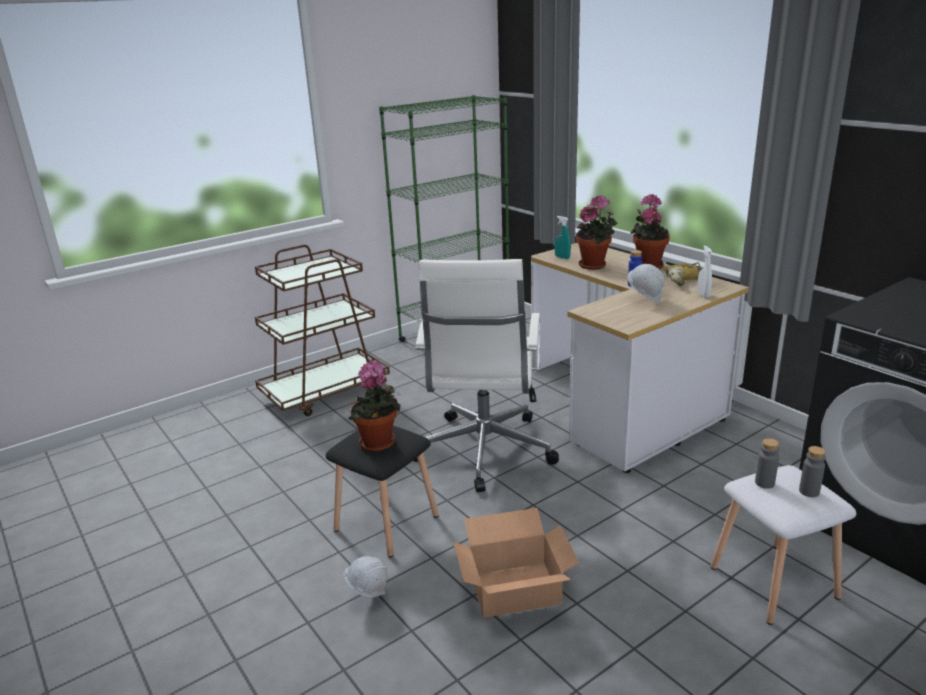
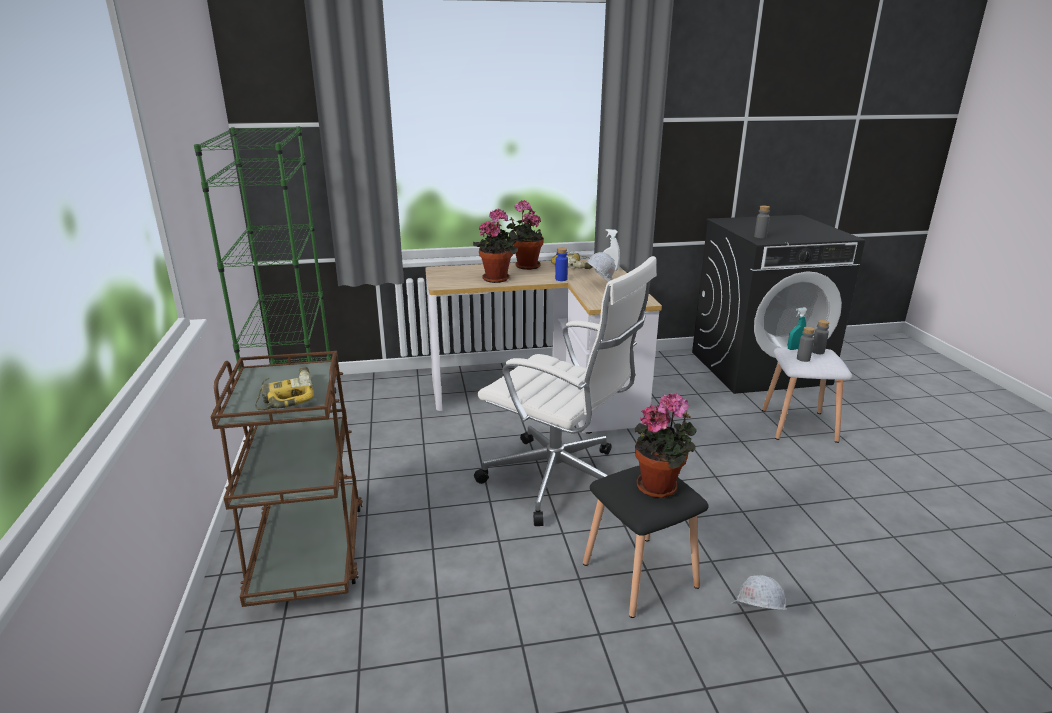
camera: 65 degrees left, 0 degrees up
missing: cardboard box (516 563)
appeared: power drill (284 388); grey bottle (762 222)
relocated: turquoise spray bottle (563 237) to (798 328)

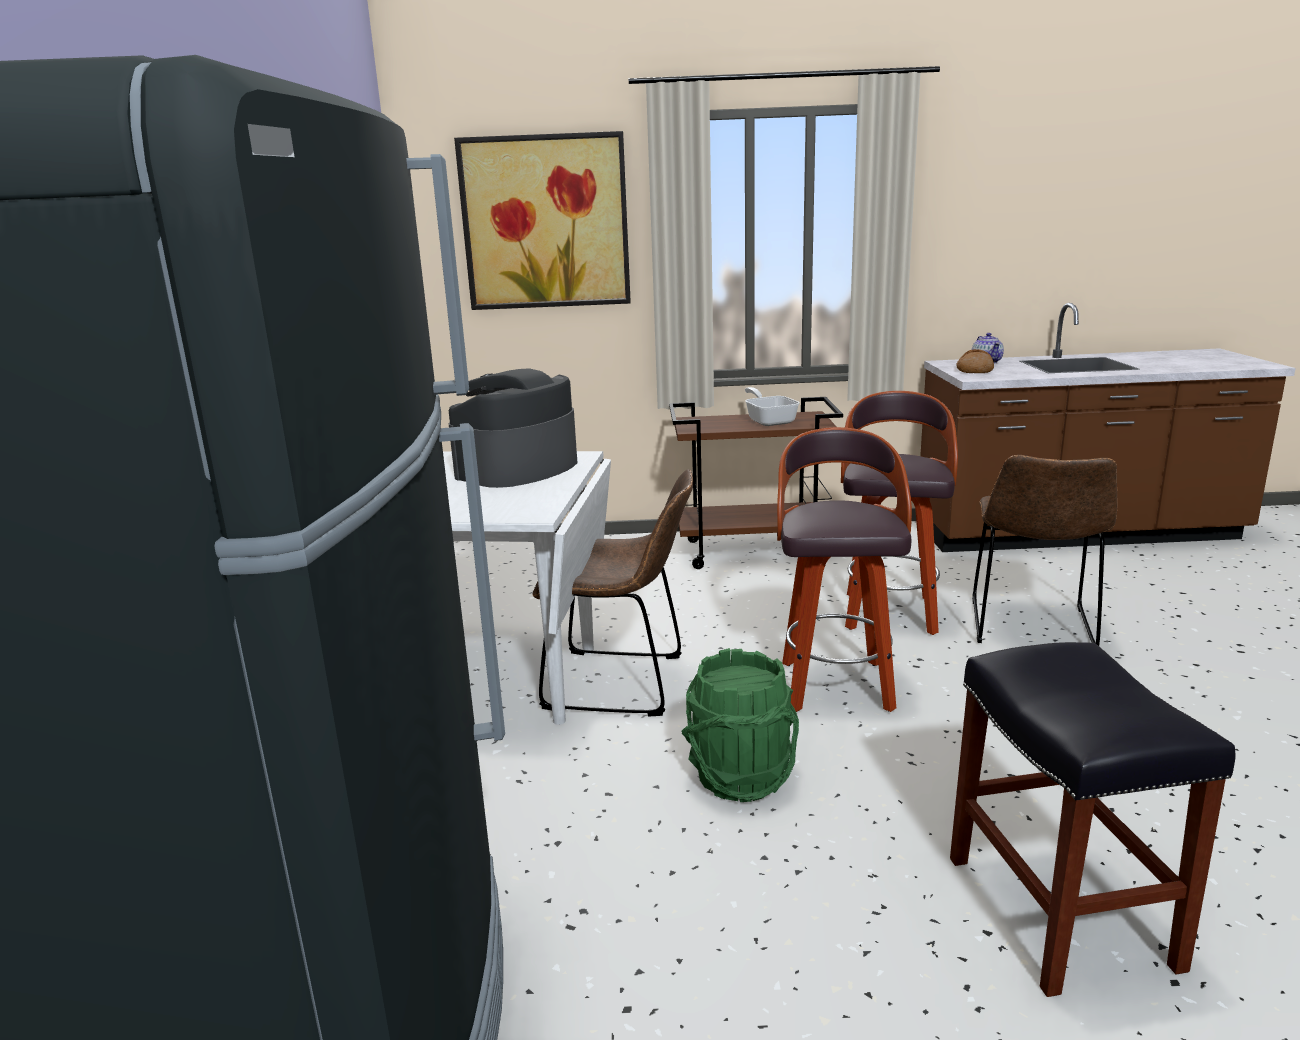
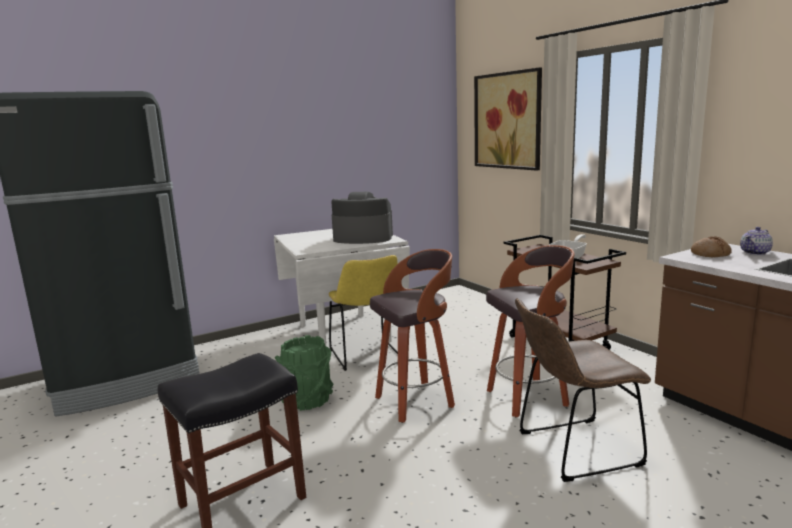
camera: 60 degrees right, 5 degrees down
colour: brown chair (613 592) to yellow chair (363 313)

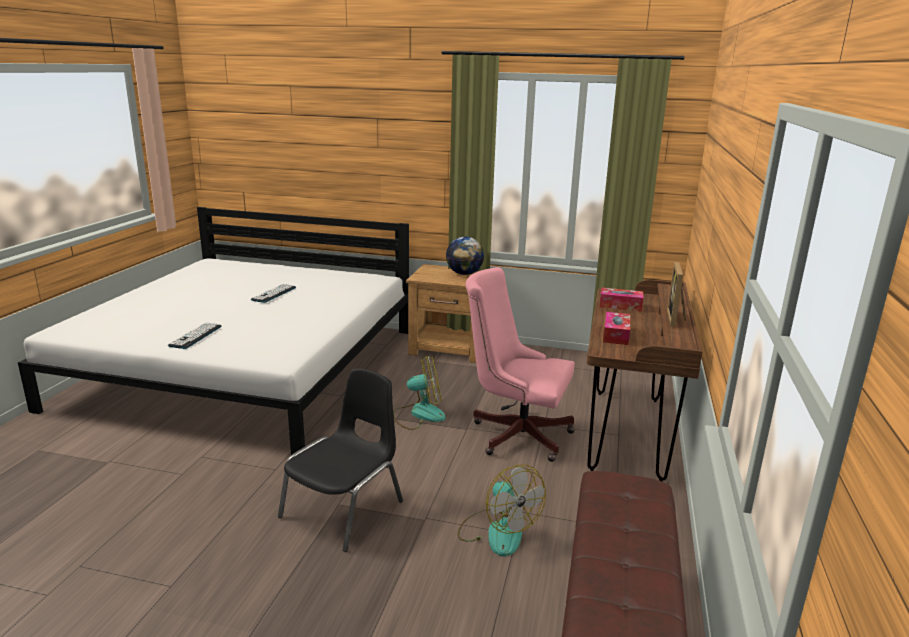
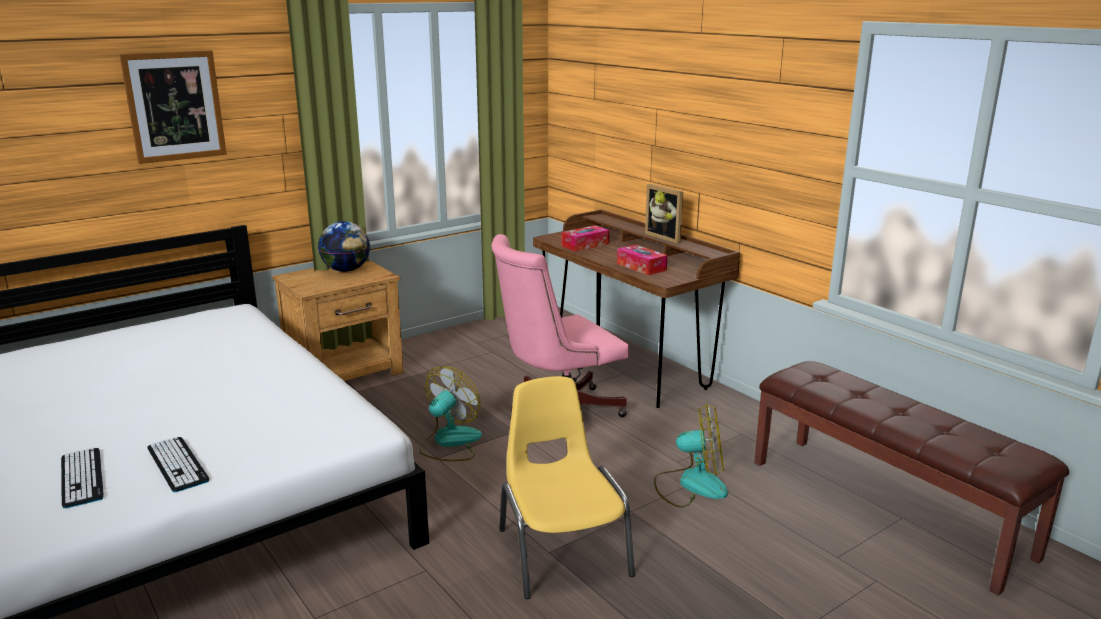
camera: 50 degrees left, 0 degrees up
appeared: picture (173 107)
relocated: keyboard (273 293) to (82 478)
colour: black chair (340 460) to yellow chair (567 487)

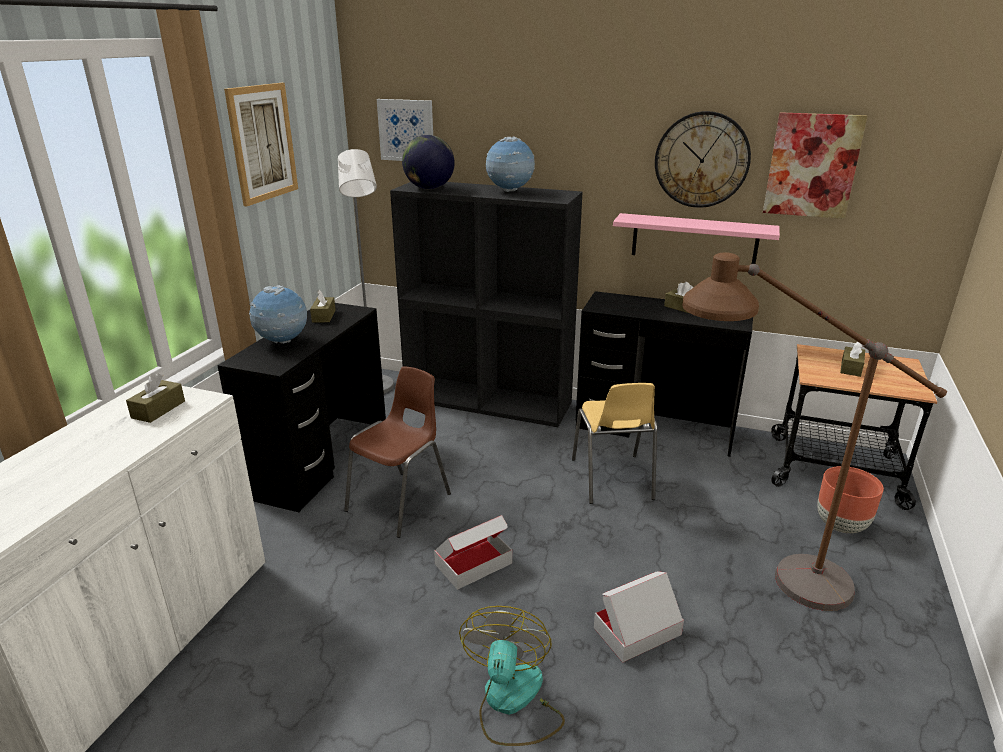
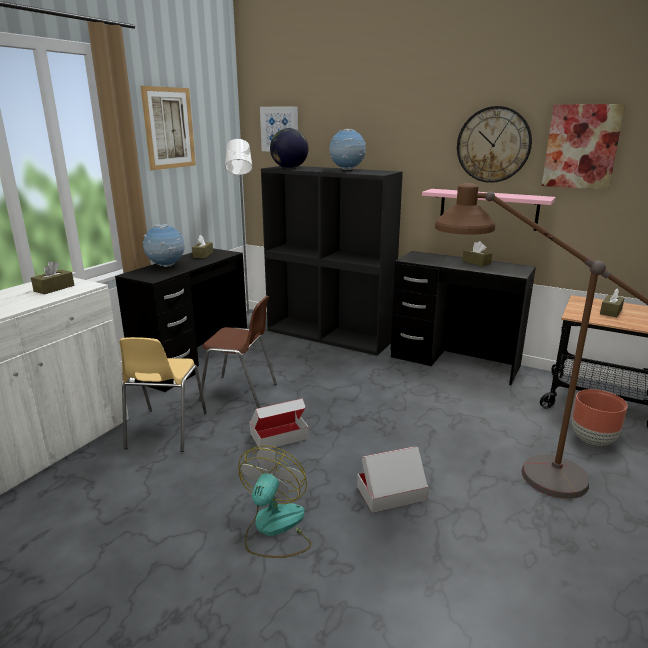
camera: 10 degrees right, 5 degrees down
relocated: yellow chair (614 443) to (163 394)
spun: brown chair (397 452) = (238 352) 60 degrees clockwise

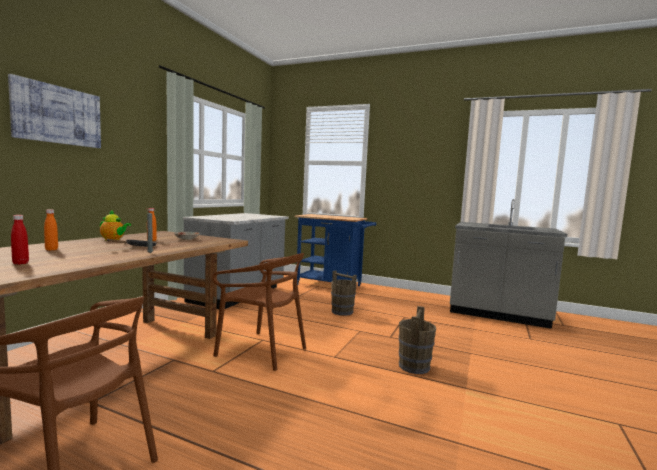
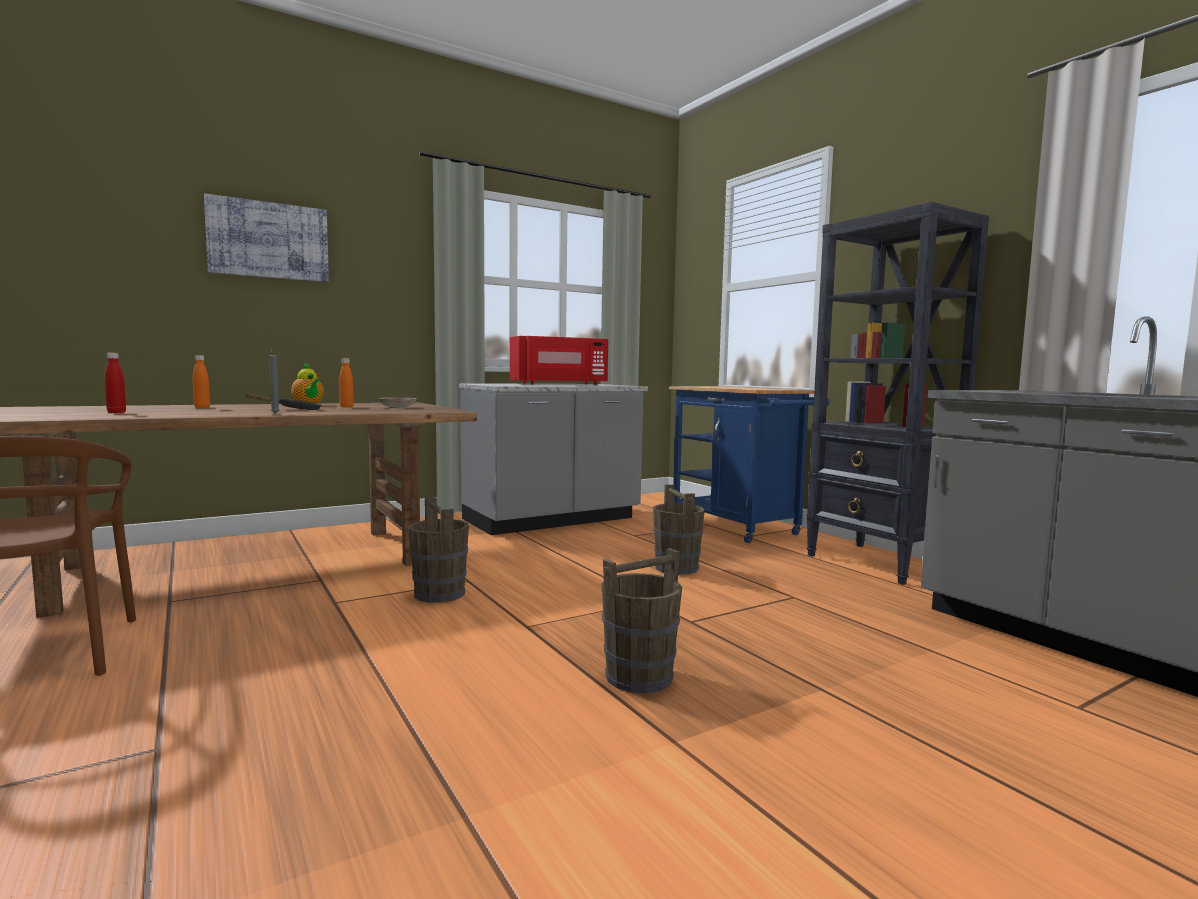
camera: 35 degrees right, 0 degrees up
appeared: red microwave (559 360); black bookcase (897 393)
exchanged: brown chair (259 312) to brown bucket (439 550)

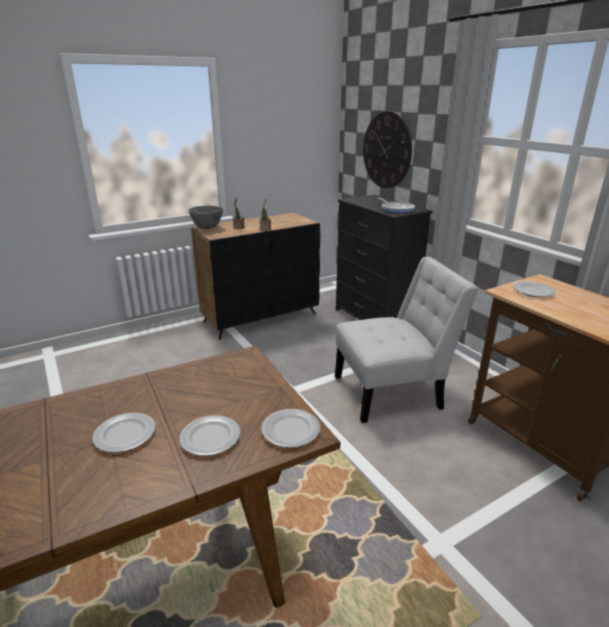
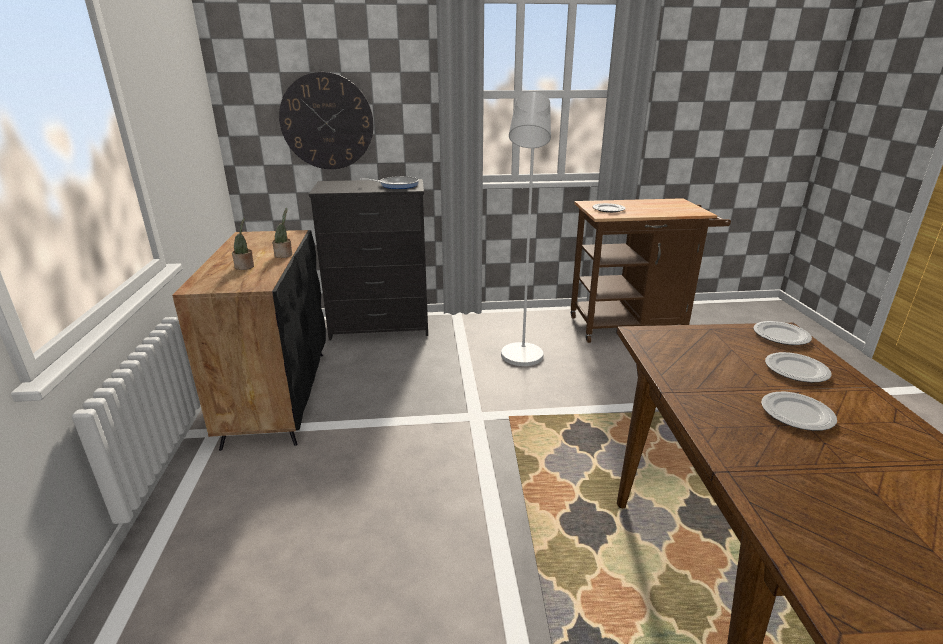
camera: 65 degrees left, 0 degrees up
missing: grey bowl (205 217)
exchanged: white chair (407 340) to white floor lamp (526 229)

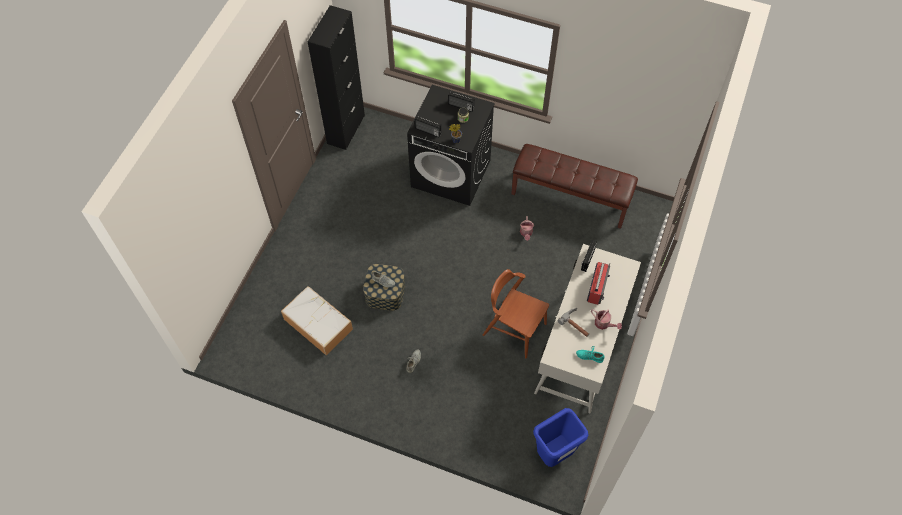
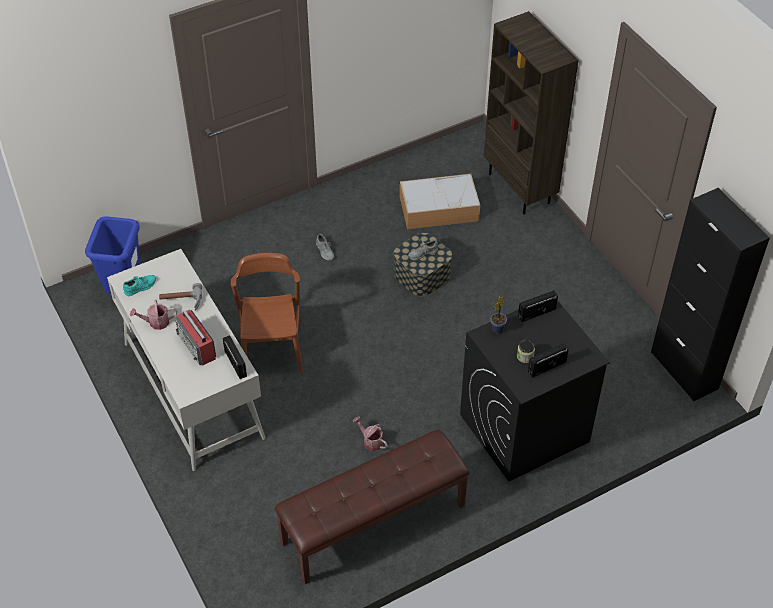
camera: 130 degrees right, 10 degrees down
appeared: brown bookcase (531 112)
spun: brown chair (516 313) = (267 313) 75 degrees counterclockwise

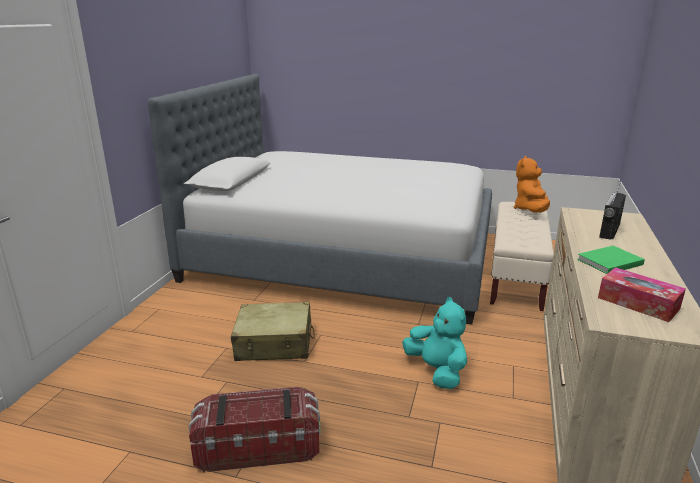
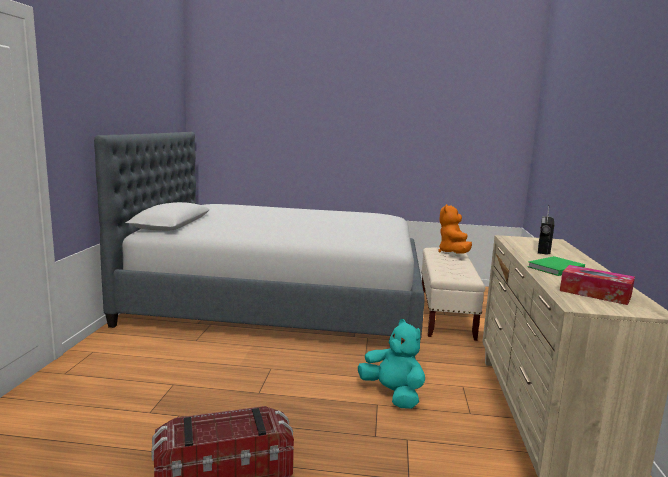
camera: 10 degrees left, 10 degrees down
missing: beige suitcase (273 331)

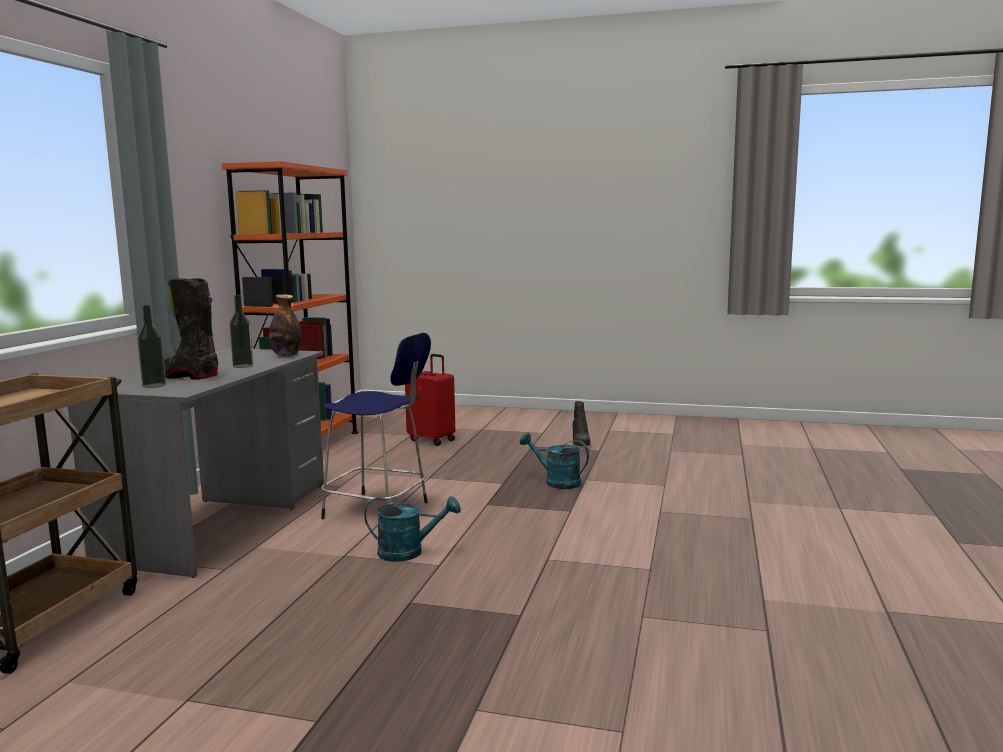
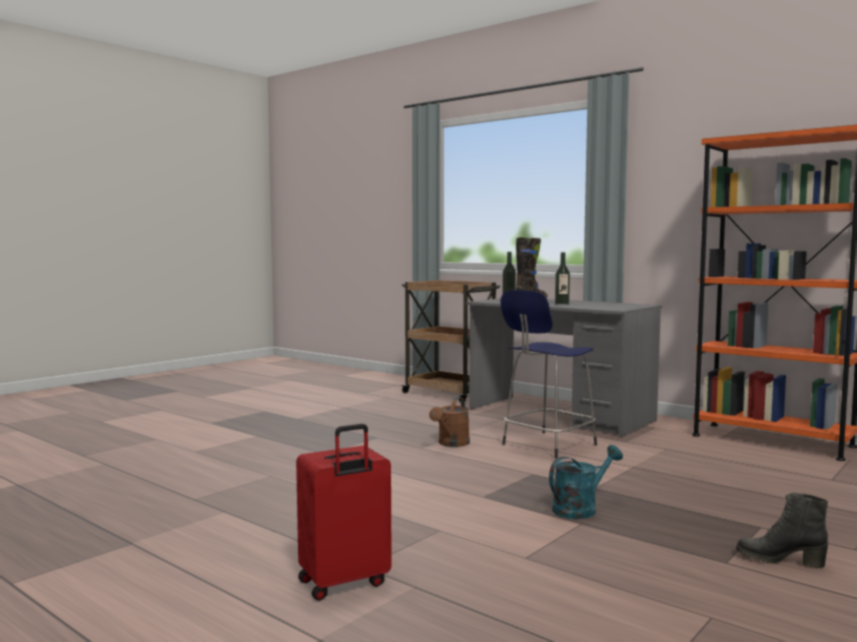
camera: 115 degrees right, 5 degrees down
missing: bottle (285 325)
relocated: red suitcase (430 400) to (344 512)
colour: turquoise watering can (412 529) to brown watering can (449 422)

